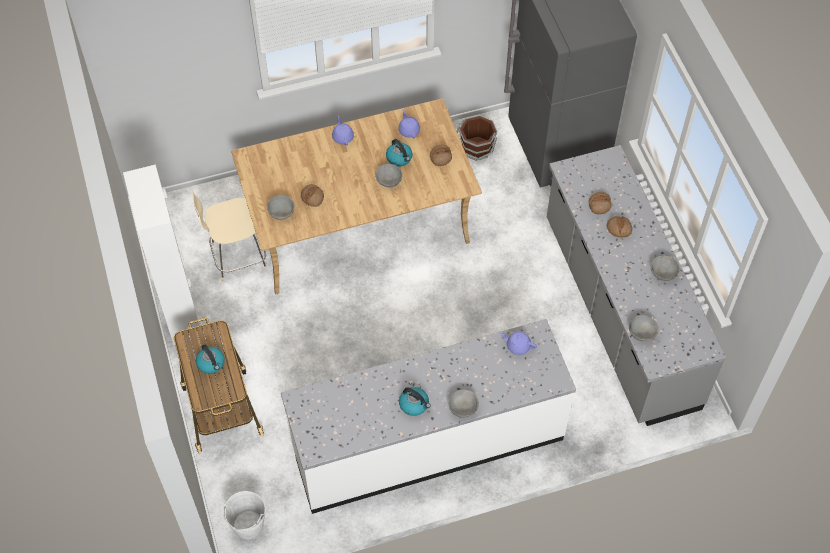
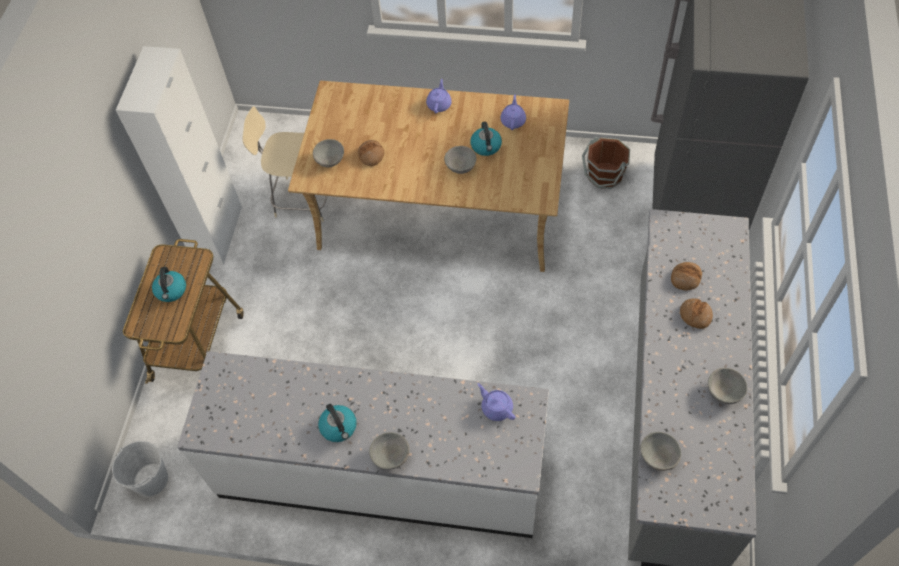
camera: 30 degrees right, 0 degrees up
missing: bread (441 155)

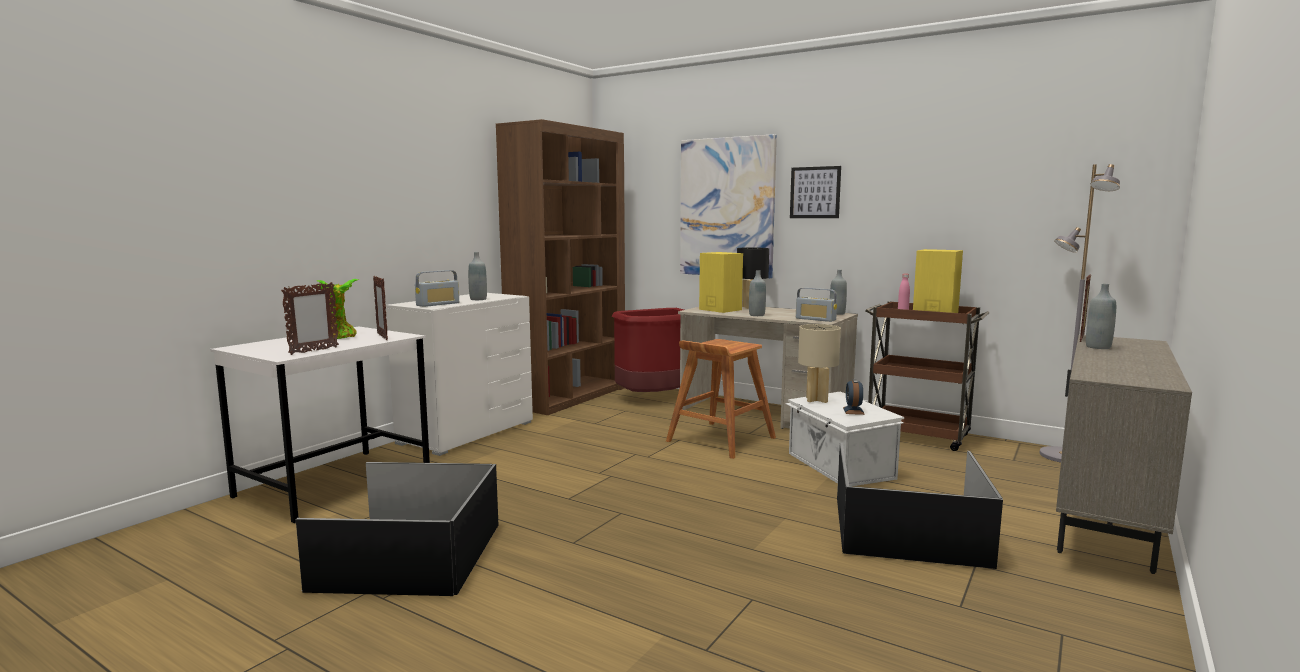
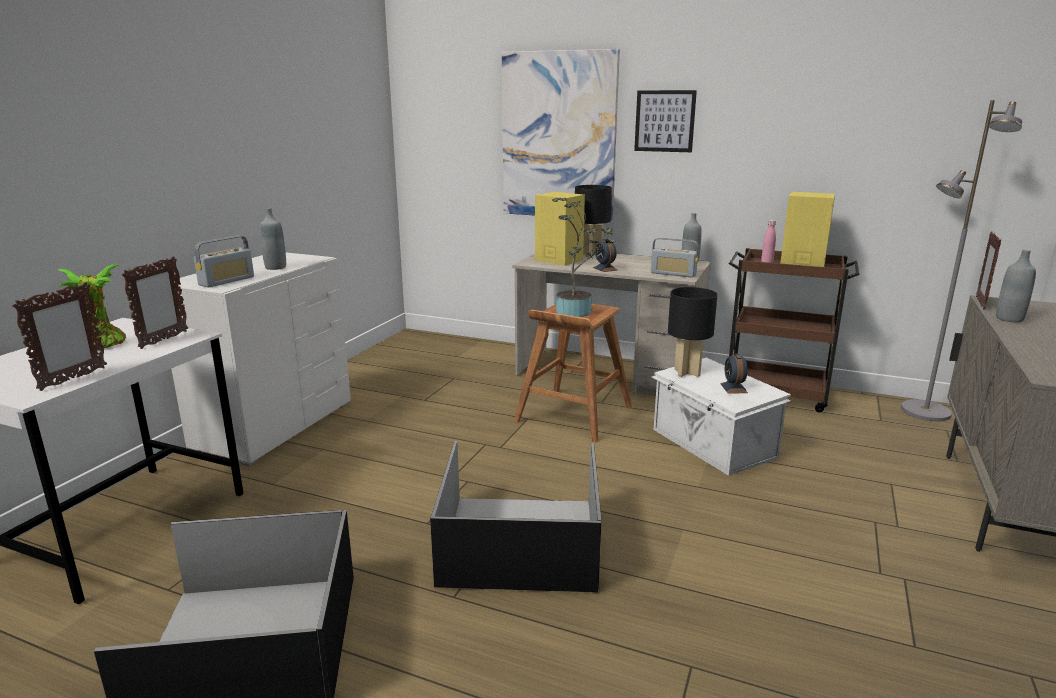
camera: 10 degrees left, 10 degrees up
missing: brown bookcase (560 267); red trash can (648 350)
appeared: potted plant (583 257)
relocated: black storage box (920 506) to (516 516)
exchanged: grey bottle (757 293) to alarm clock (605 255)
colour: beige table lamp (819 363) to black table lamp (693 332)
spun: picture frame (380 308) = (155 302) 120 degrees counterclockwise

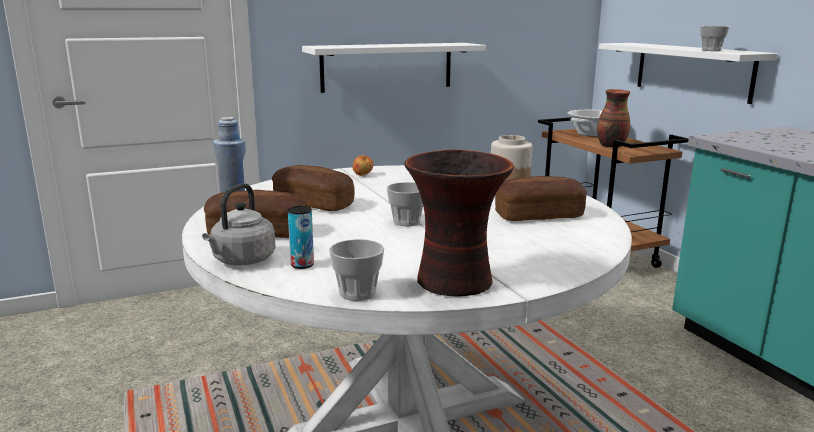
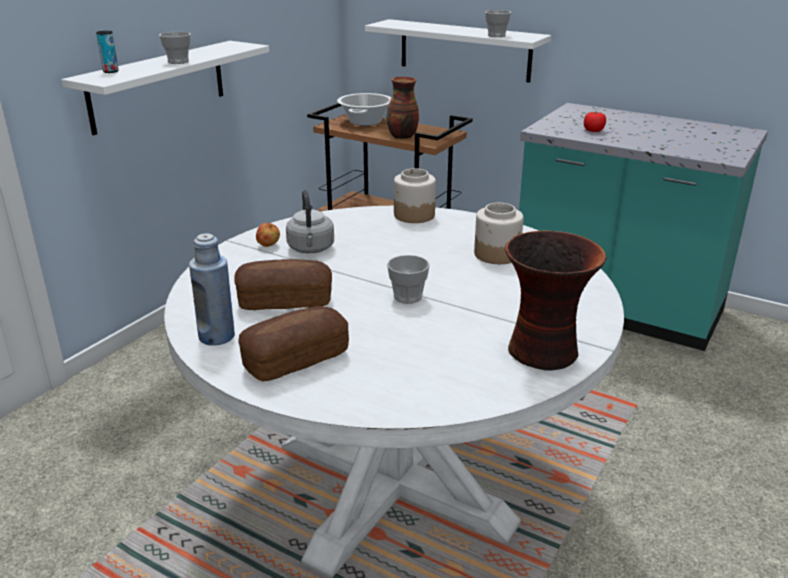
camera: 35 degrees left, 10 degrees up
appeared: tomato (595 122)
relocated: grey kettle (239 224) to (310 221); can (301 237) to (107 52); cup (356 270) to (175 48)
exchanged: bread (541 198) to jar (499 233)

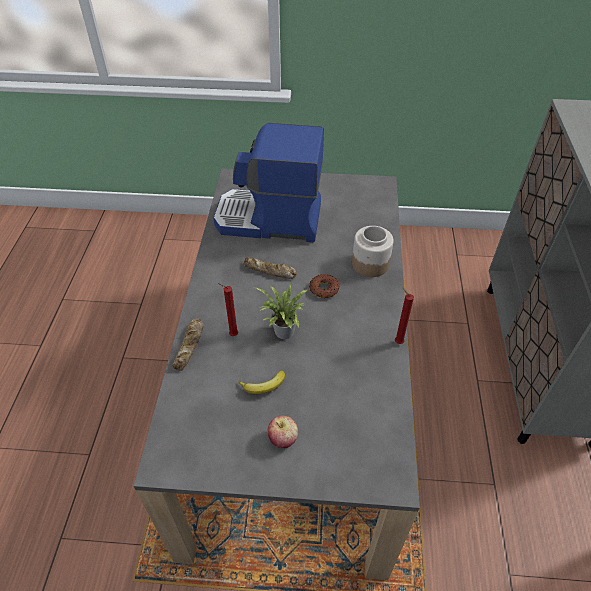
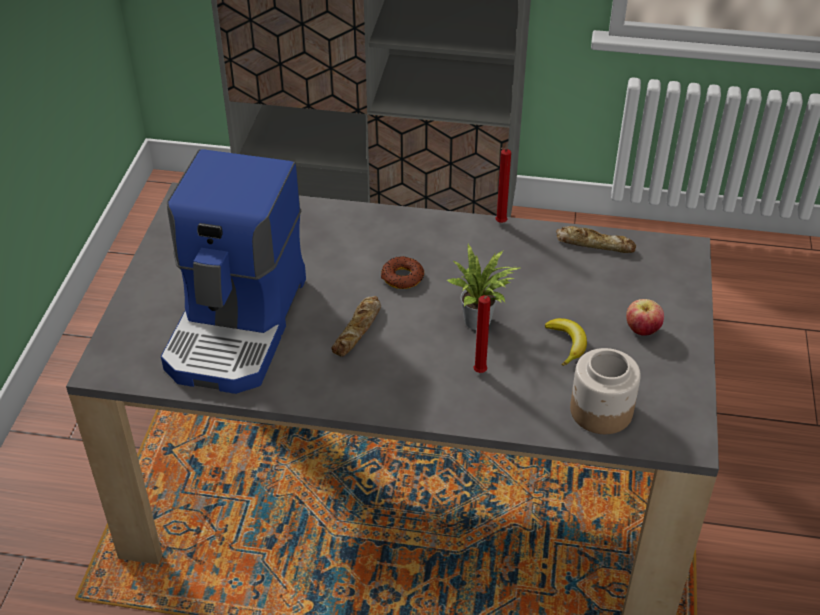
camera: 85 degrees left, 5 degrees down
relocated: bread (188 344) to (596 239); jar (373 251) to (605 391)

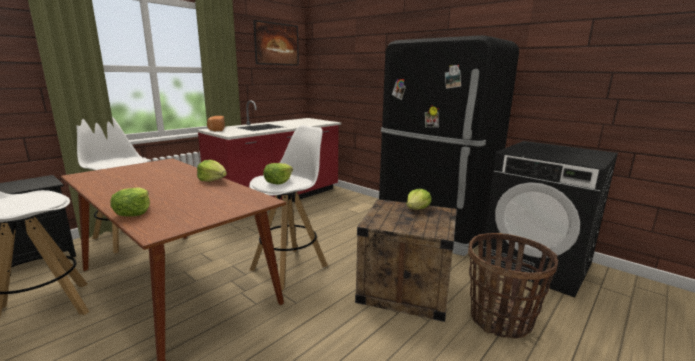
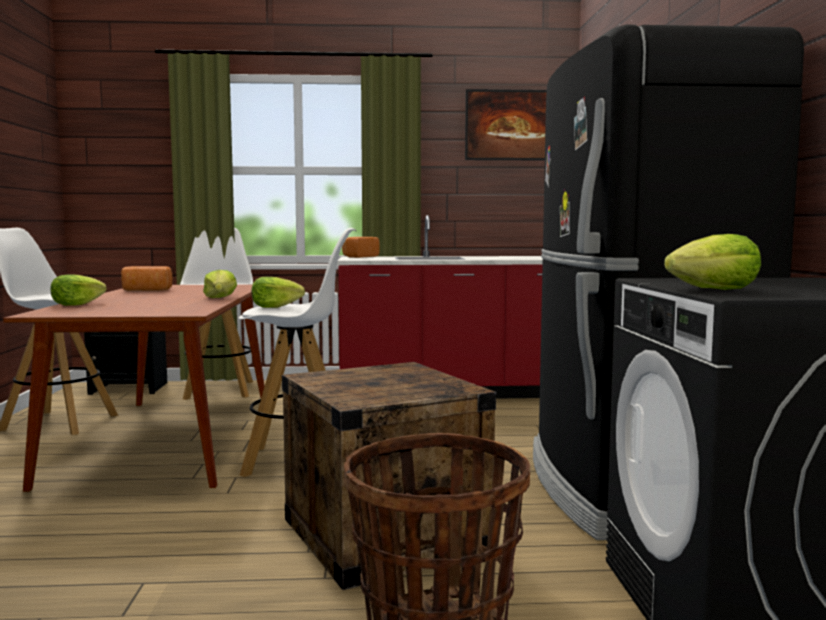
camera: 45 degrees right, 10 degrees down
appeared: bread (146 278)
relocated: lettuce (419 199) to (712 262)

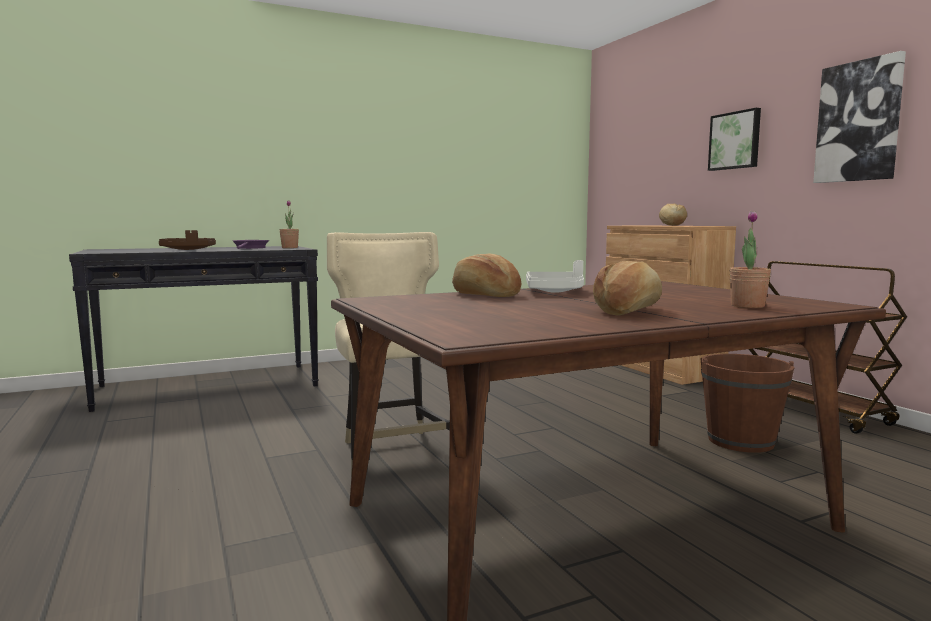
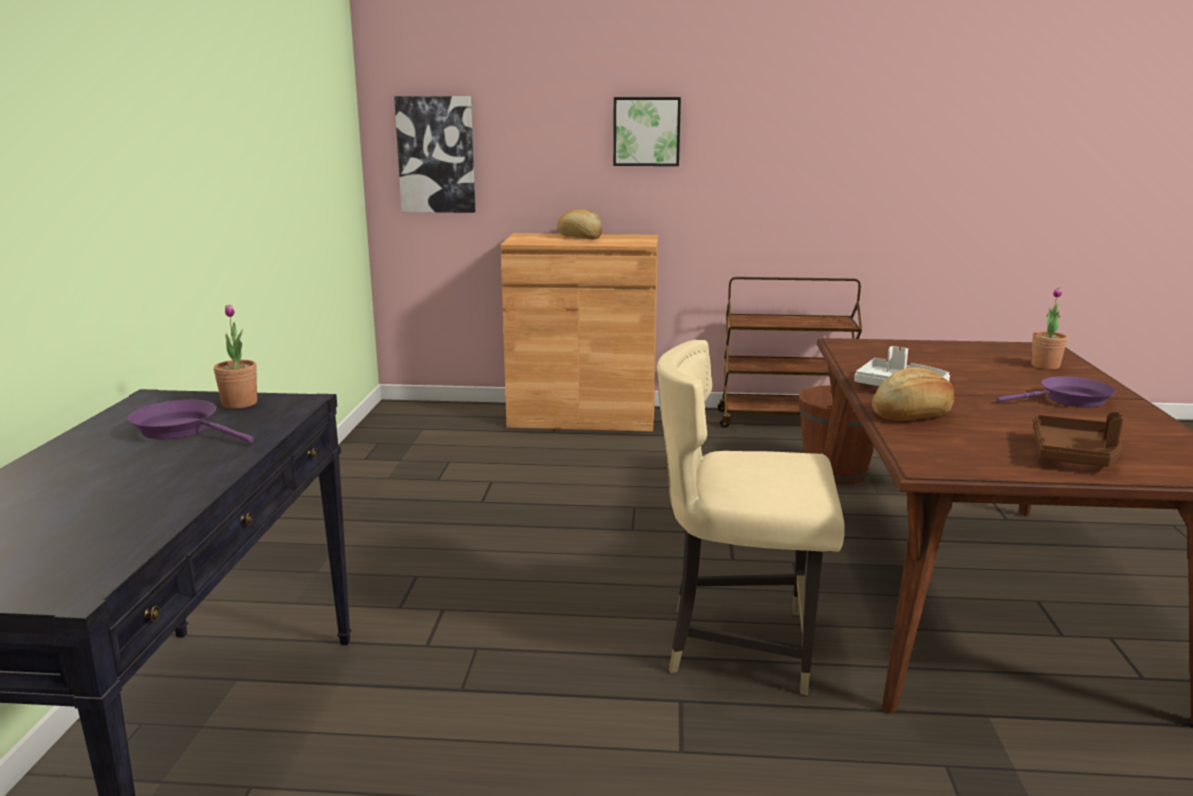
camera: 60 degrees left, 10 degrees up
relocated: brown tray (187 240) to (1078 439); picture (859 117) to (434 154)
exchanged: bread (627 288) to purple frying pan (1056 392)

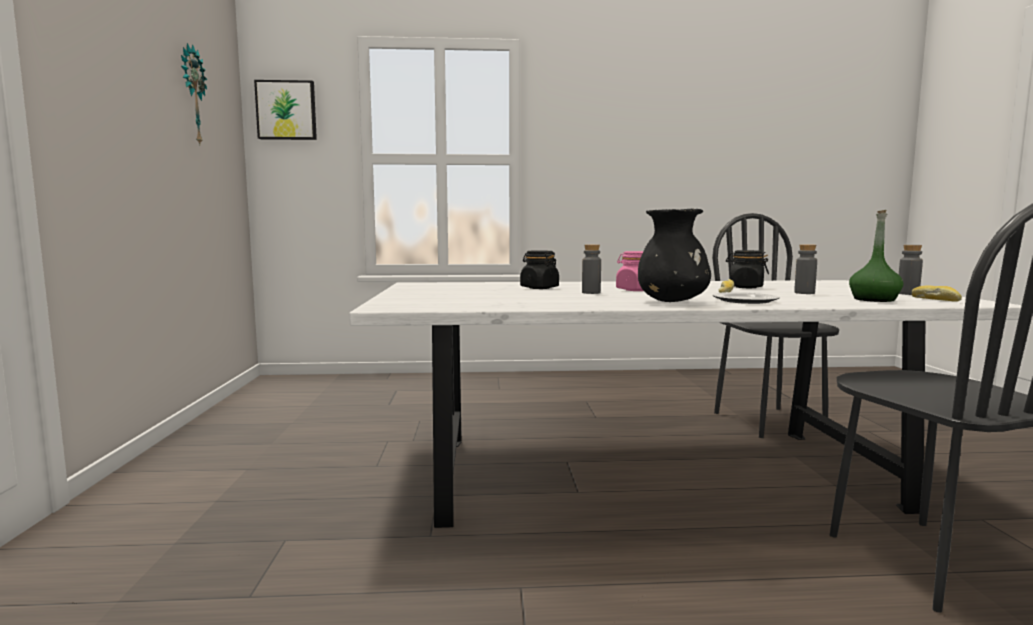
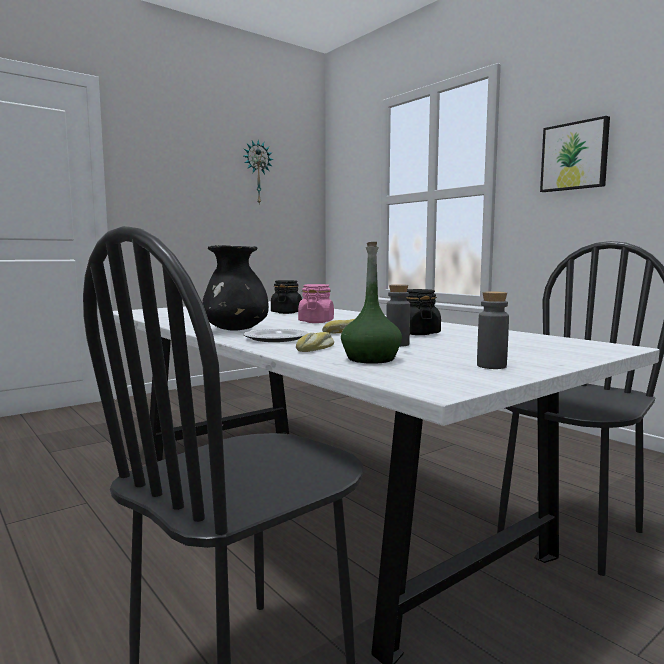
camera: 55 degrees right, 0 degrees up
missing: grey bottle (591 269)
relocated: picture (285 110) to (575 154); bread (937 294) to (315 342)

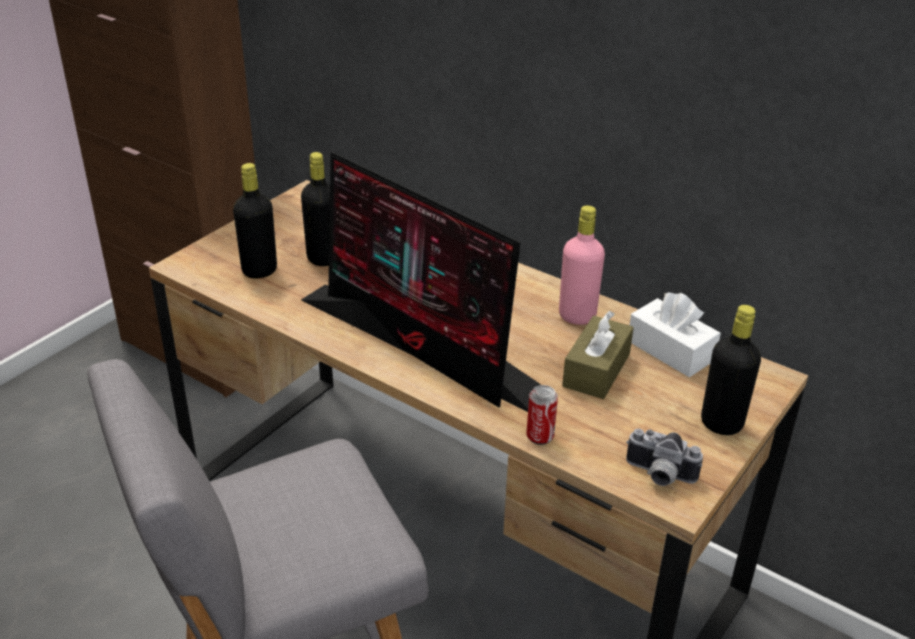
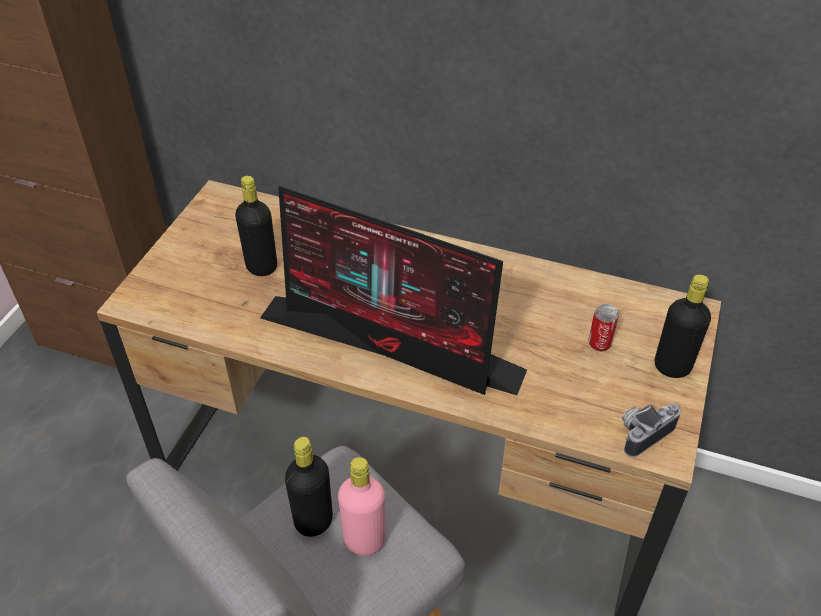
camera: 15 degrees left, 10 degrees up
missing: brown tissue box (598 355); white tissue box (675 335)
relocated: black bottle (255 221) to (309 487); can (542 415) to (603 327); pink bottle (582 265) to (361 506)
spun: photo camera (664 457) = (651 430) 135 degrees clockwise

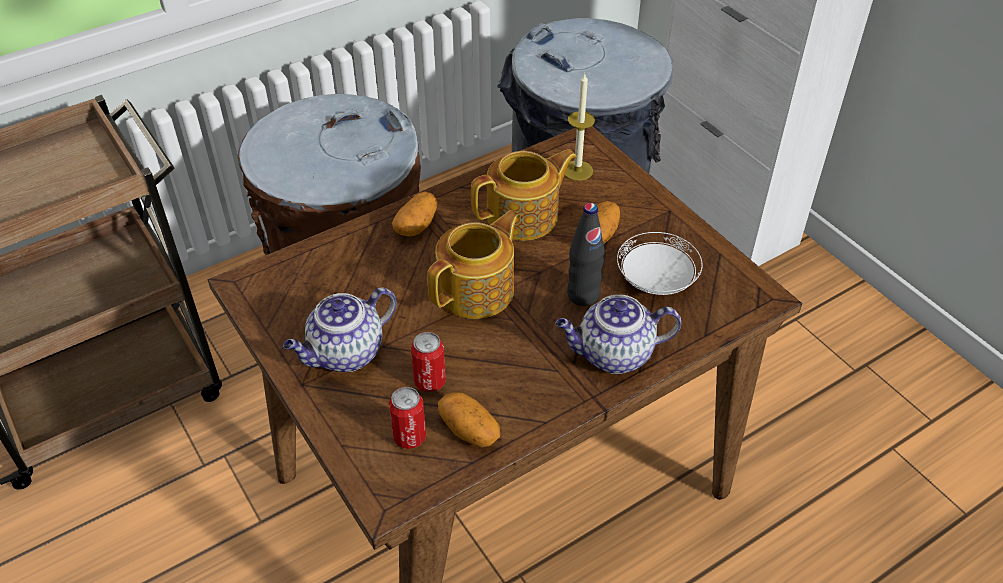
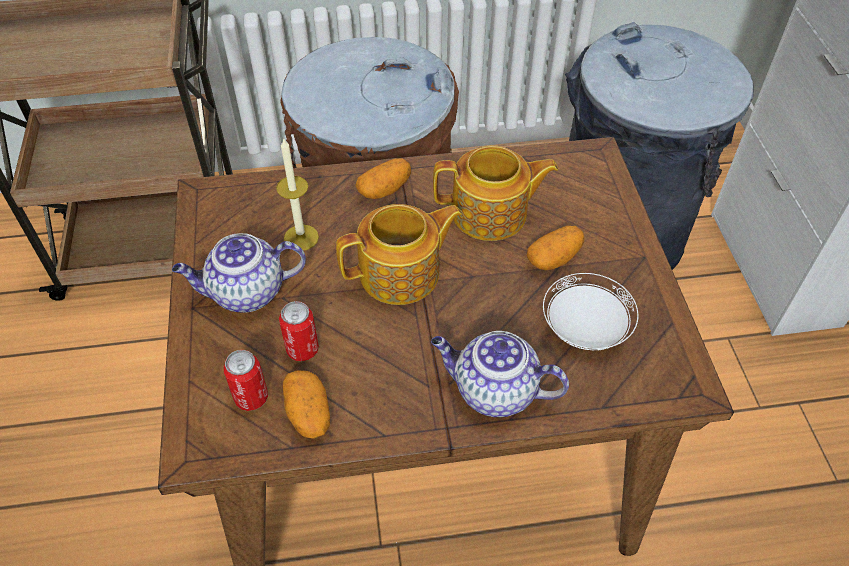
camera: 25 degrees right, 5 degrees up
missing: black bottle (586 254)
relocated: candle (579 127) to (297 195)

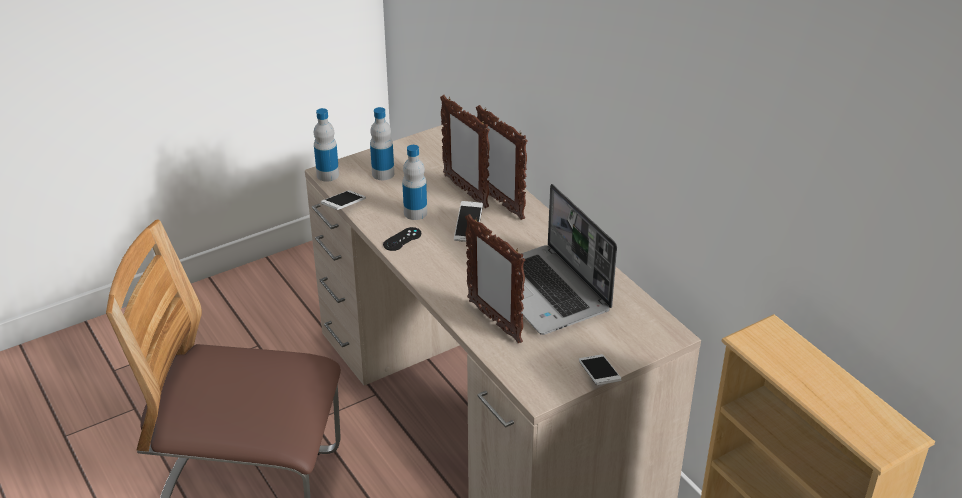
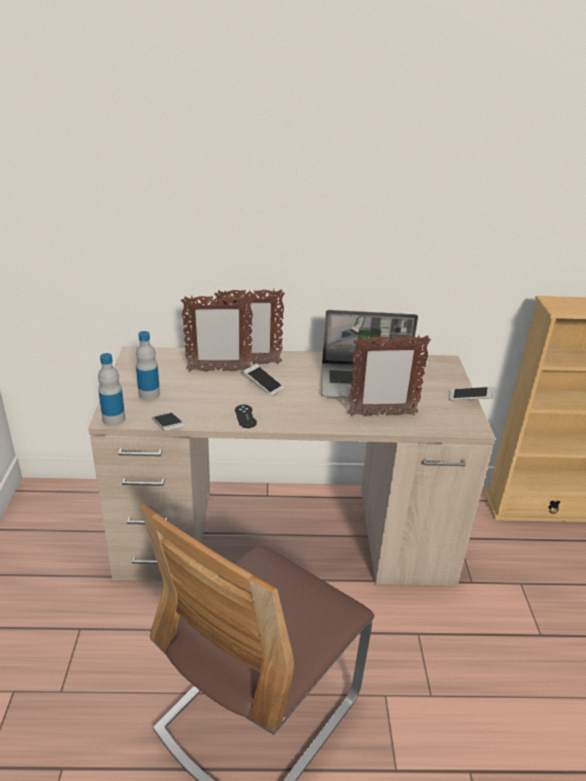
camera: 60 degrees left, 5 degrees down
missing: bottle (414 182)

